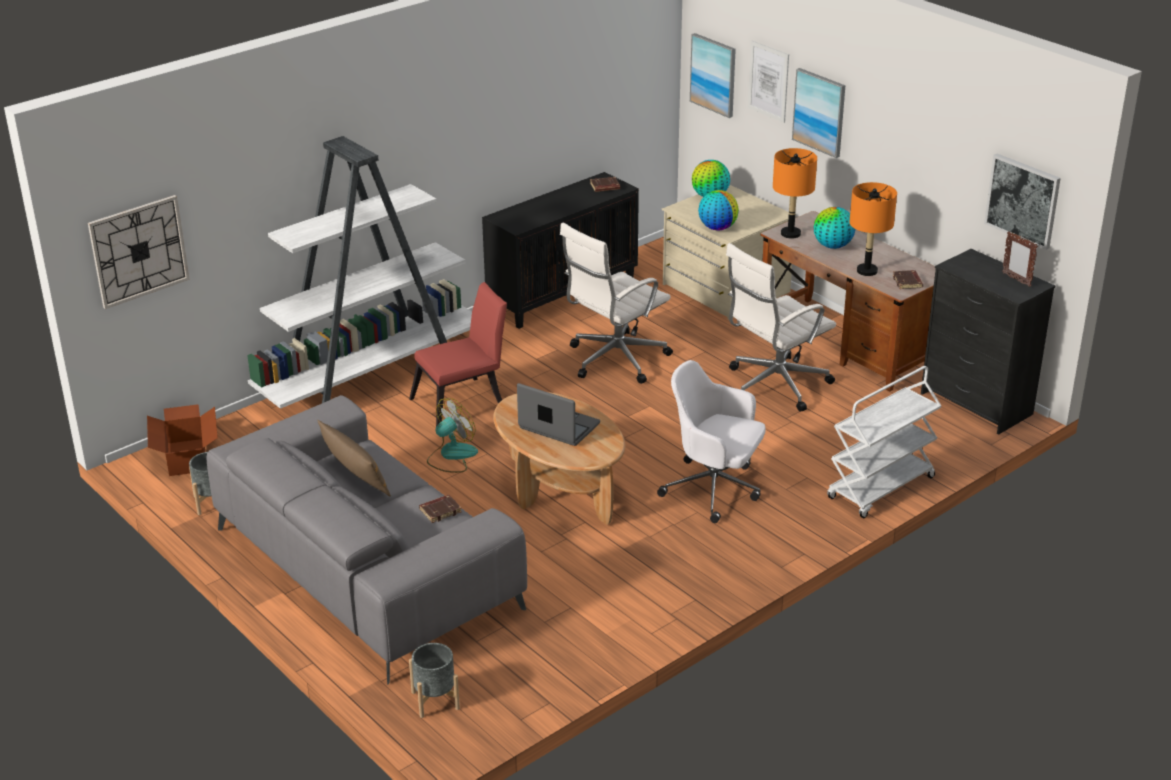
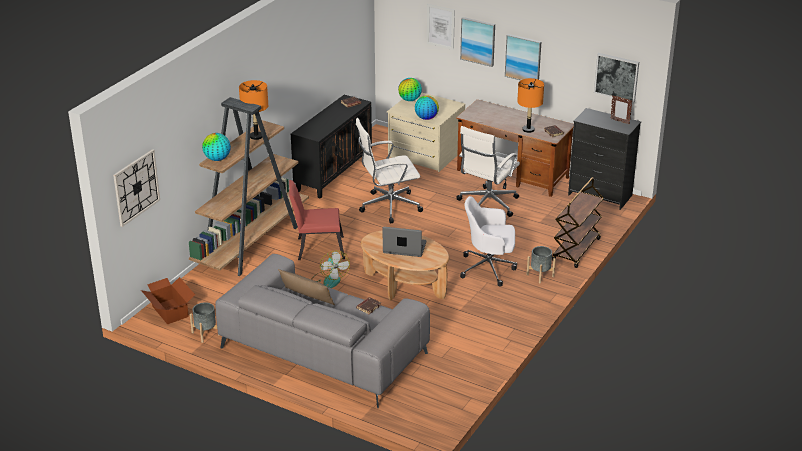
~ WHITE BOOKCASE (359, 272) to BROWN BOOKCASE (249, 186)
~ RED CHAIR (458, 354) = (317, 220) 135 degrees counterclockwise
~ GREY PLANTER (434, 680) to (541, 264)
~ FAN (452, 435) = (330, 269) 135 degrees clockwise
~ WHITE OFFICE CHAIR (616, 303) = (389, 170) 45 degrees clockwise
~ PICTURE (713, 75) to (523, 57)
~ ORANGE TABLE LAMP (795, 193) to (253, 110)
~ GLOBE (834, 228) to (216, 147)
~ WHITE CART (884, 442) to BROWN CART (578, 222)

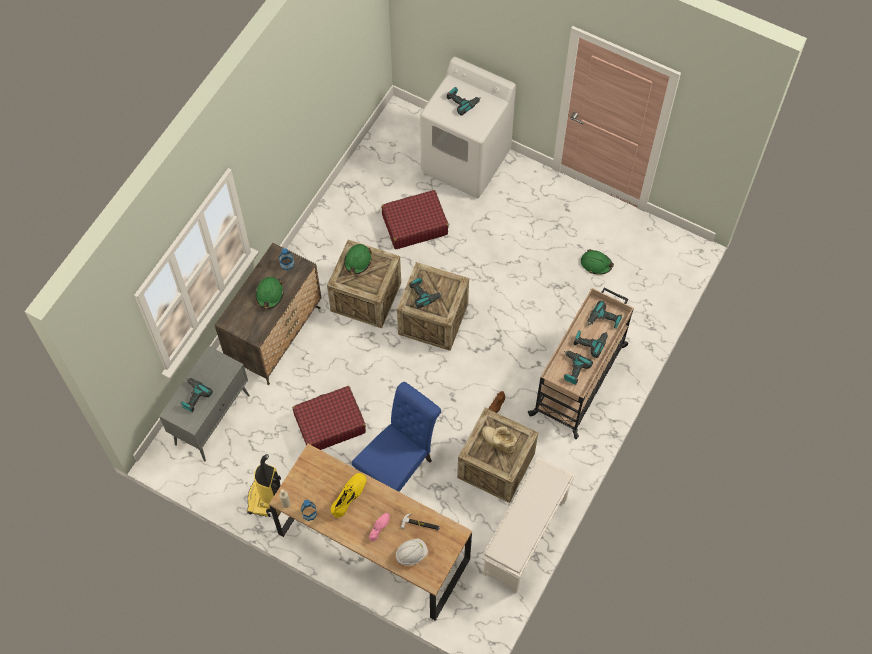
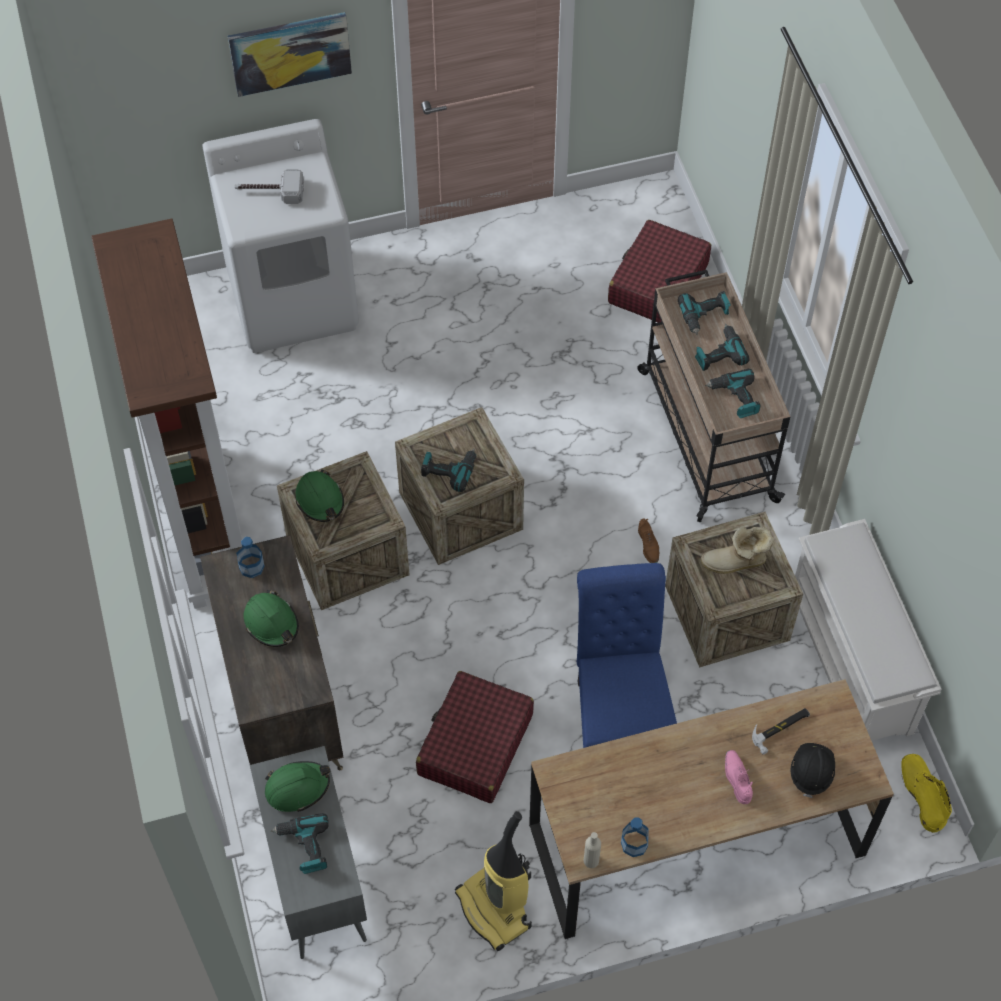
~ YELLOW BOOT (349, 495) to (926, 793)
~ RED SUITCASE (415, 219) to (659, 271)
~ WHITE HARD HAT (412, 552) to BLACK HARD HAT (812, 770)
~ POWER DRILL (464, 101) to HAMMER (269, 186)
~ GREEN HARD HAT (597, 262) to (297, 786)
+ BROWN BOOKCASE (166, 414)
+ PICTURE (290, 54)

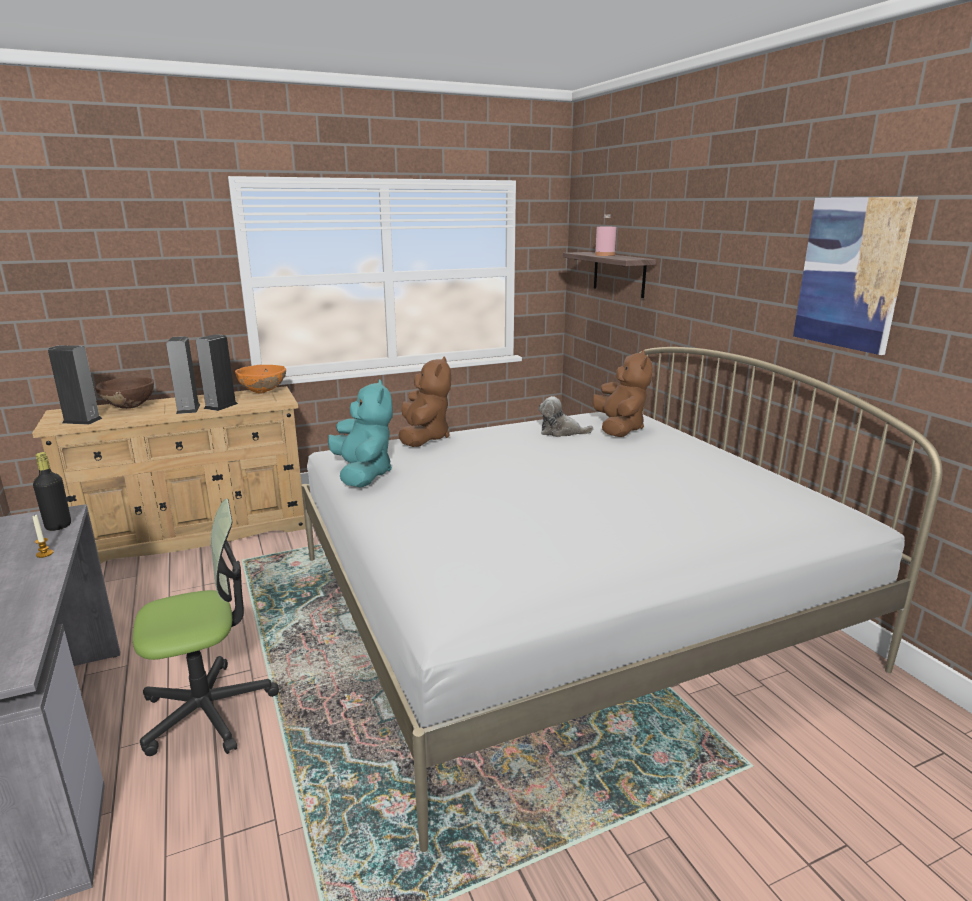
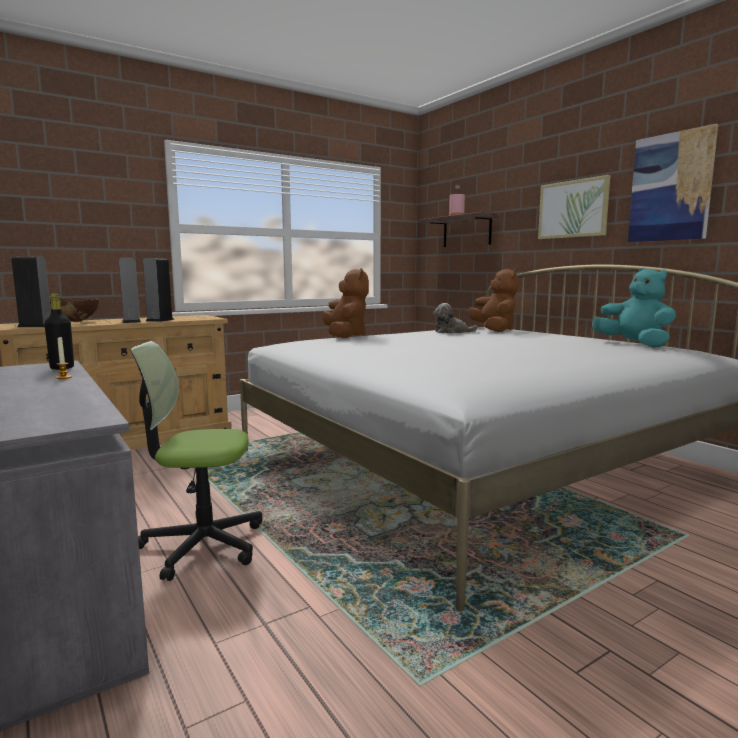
~ OFFICE CHAIR (206, 627) = (196, 461) 150 degrees counterclockwise
- ORANGE BOWL (260, 379)
~ TURQUOISE PLUSH TOY (360, 433) to (634, 308)
+ PICTURE (574, 207)

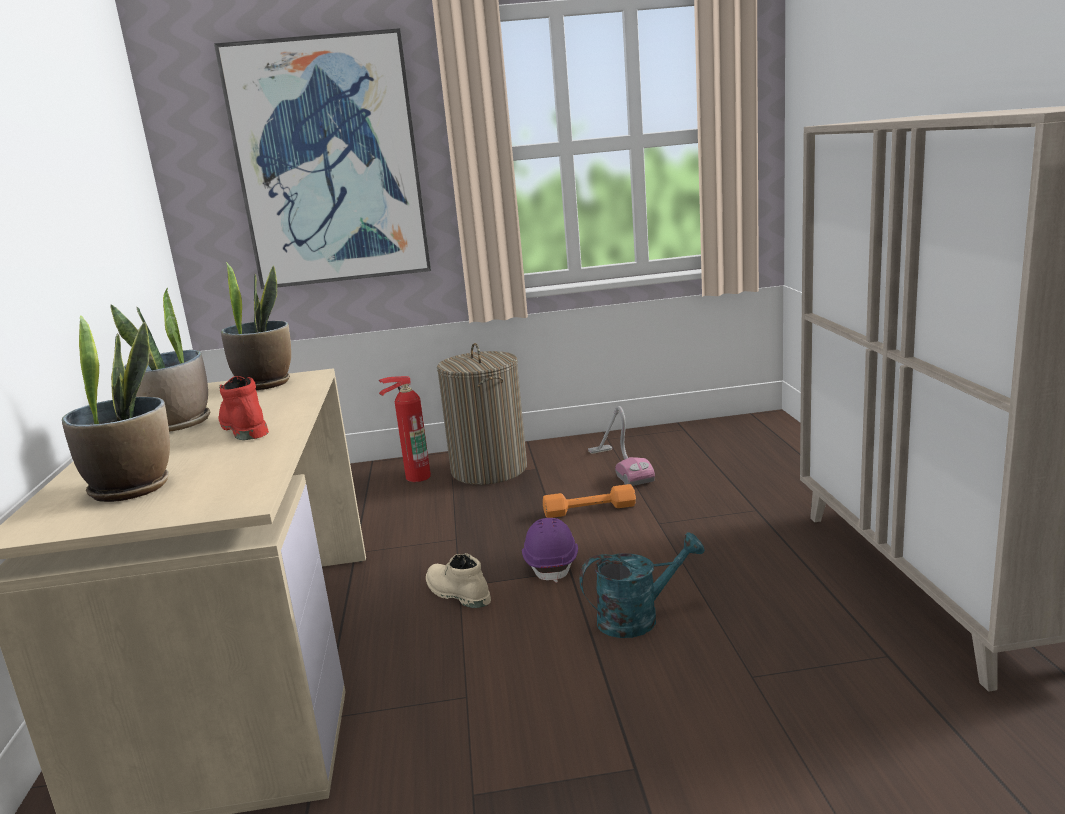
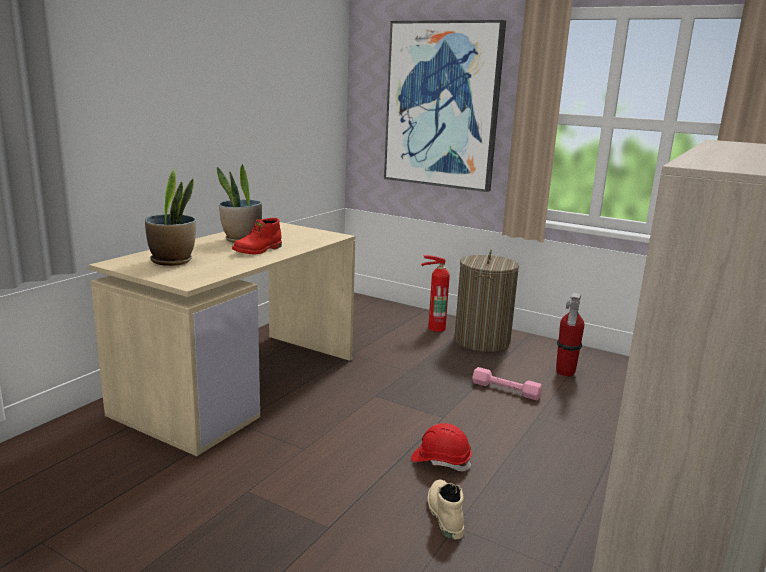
~ RED BOOT (244, 408) = (257, 236) 150 degrees counterclockwise
- POTTED PLANT (256, 326)
~ BEIGE BOOT (458, 580) to (446, 510)
- PURPLE HARD HAT (550, 550)
~ ORANGE DUMBBELL (589, 501) to PINK DUMBBELL (507, 383)
~ TURQUOISE WATERING CAN (642, 585) to RED HARD HAT (441, 447)
~ VACUUM CLEANER (621, 446) to FIRE EXTINGUISHER (570, 335)

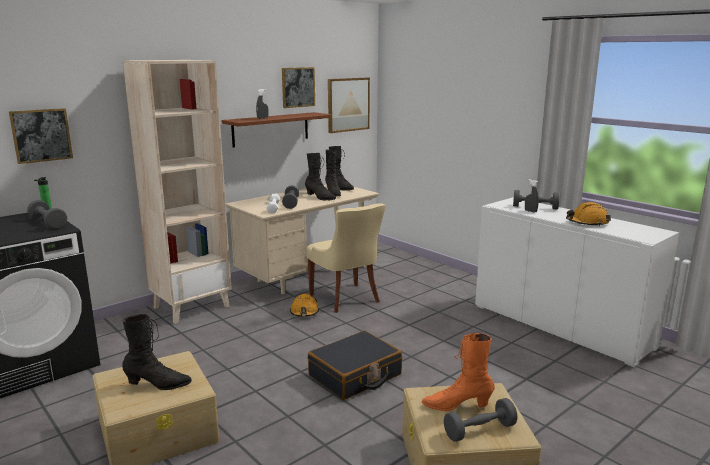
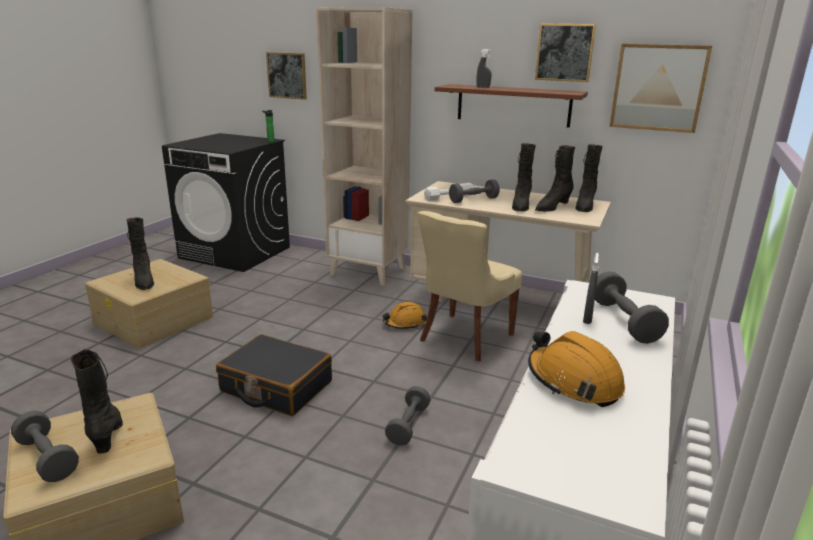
~ GREY DUMBBELL (47, 214) to (408, 416)
~ ORANGE BOOT (458, 372) to BLACK BOOT (97, 401)

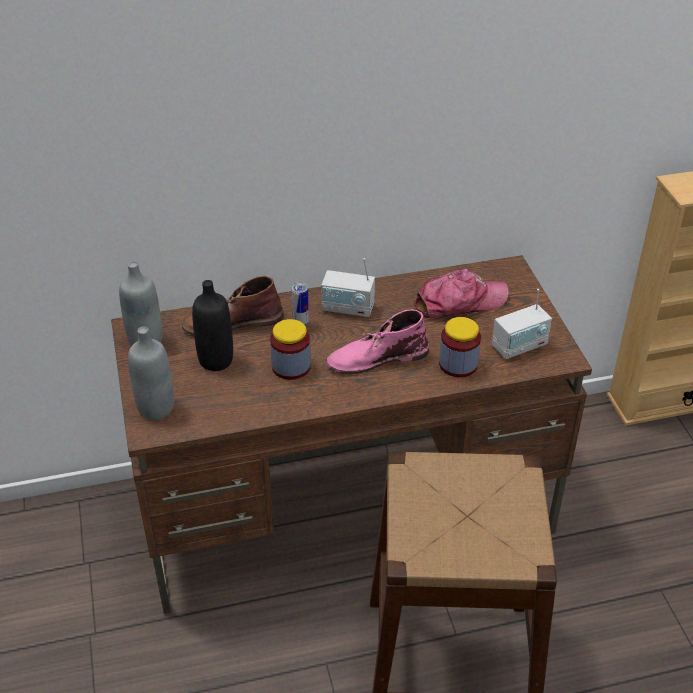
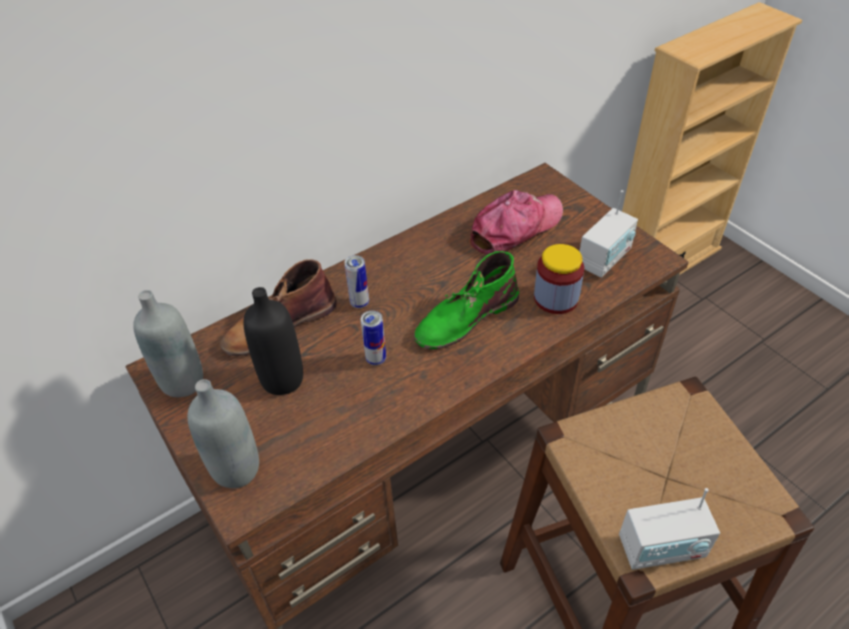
~ JAR (290, 349) to CAN (373, 338)
~ RADIO (348, 288) to (669, 529)
~ PINK BOOT (377, 341) to GREEN BOOT (466, 300)

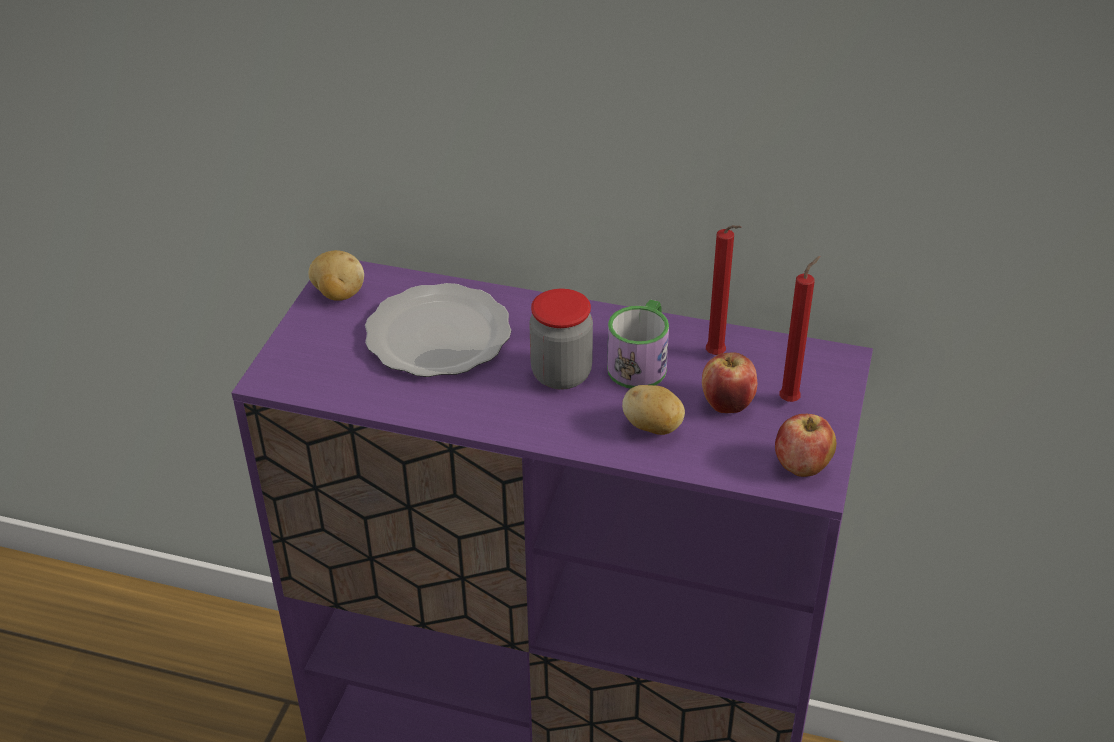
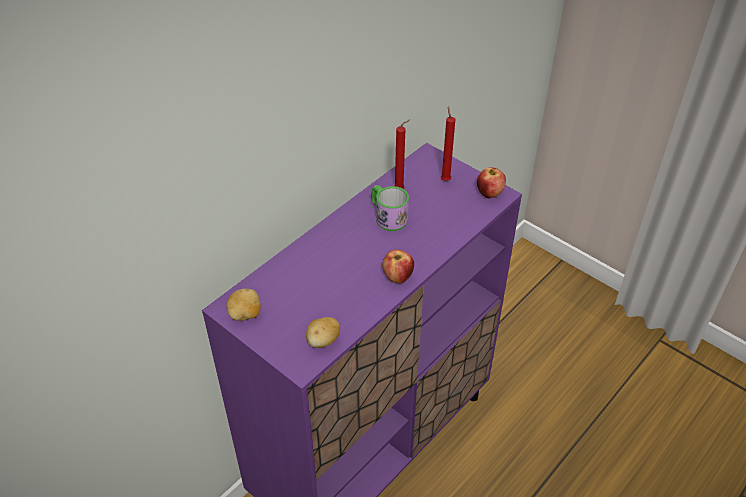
- PLATE (438, 330)
- JAR (561, 339)
~ POTATO (653, 410) to (323, 332)
~ APPLE (729, 382) to (398, 266)

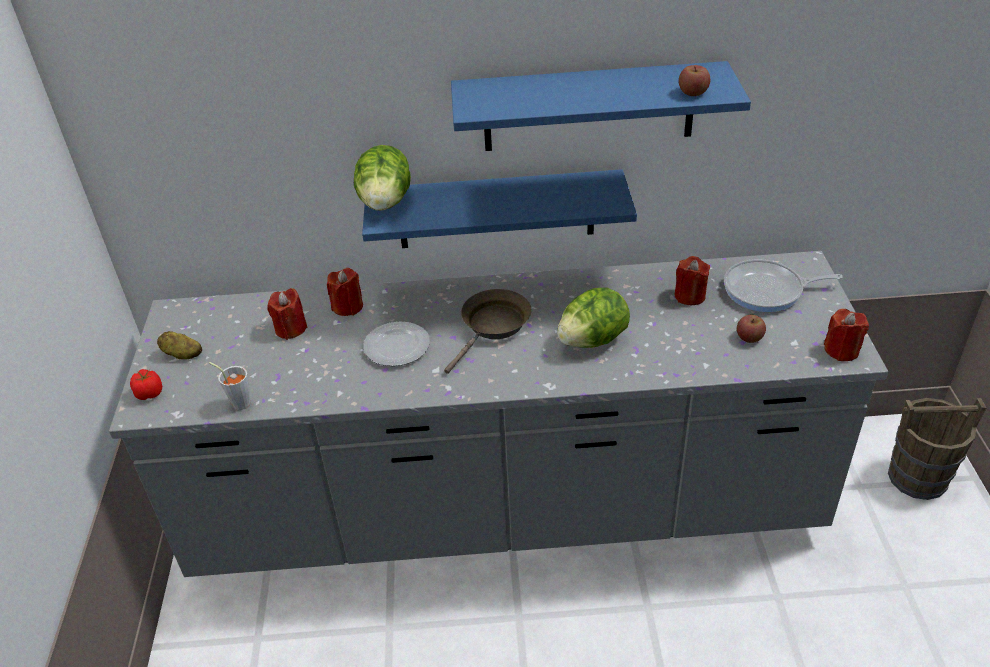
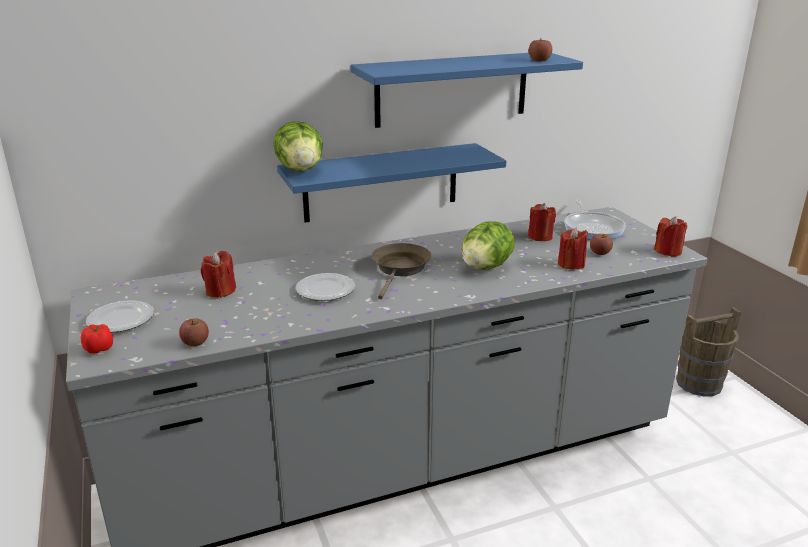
~ POTATO (179, 345) to PLATE (120, 316)
~ GREY CUP (229, 386) to APPLE (194, 332)
~ RED CANDLE (345, 292) to (573, 249)
~ FRYING PAN (783, 285) = (595, 220) 75 degrees counterclockwise

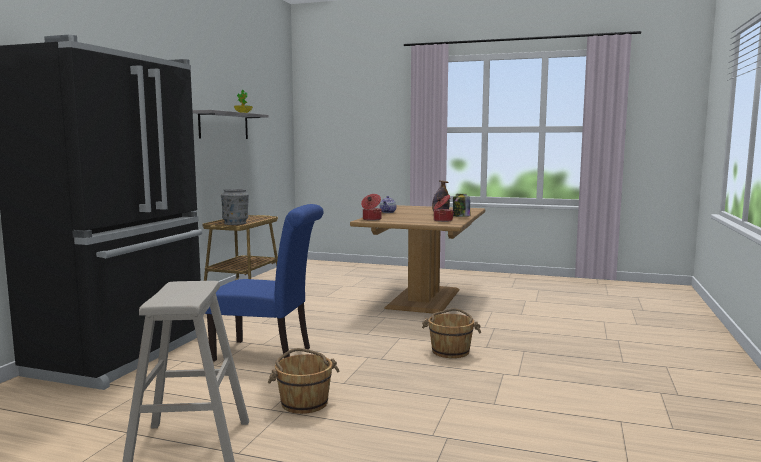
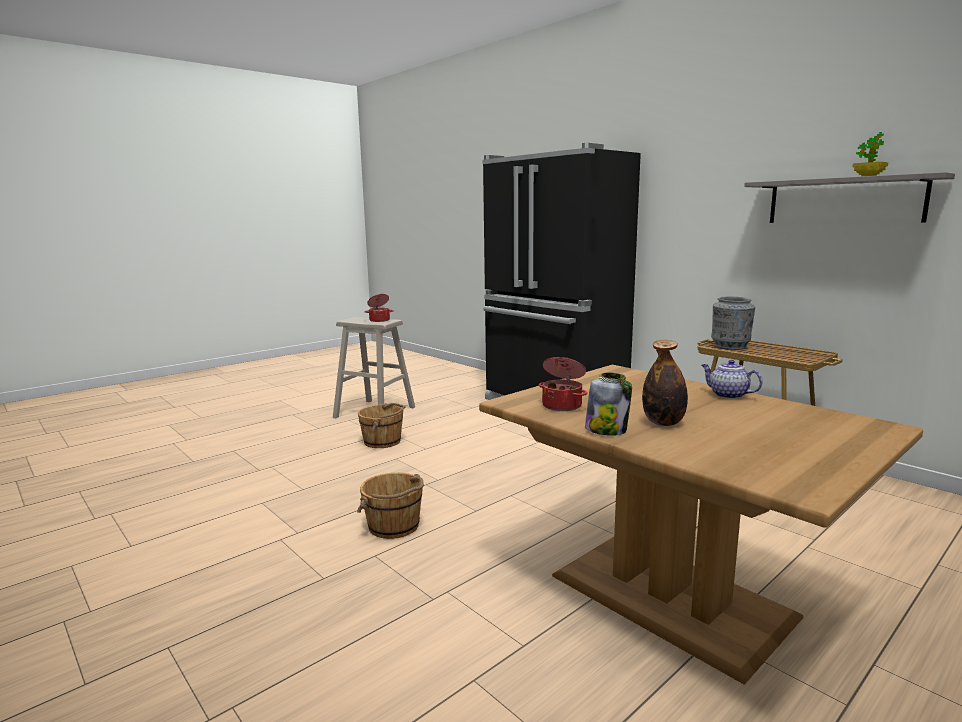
- BLUE CHAIR (264, 283)
~ COOKING POT (371, 207) to (379, 308)

